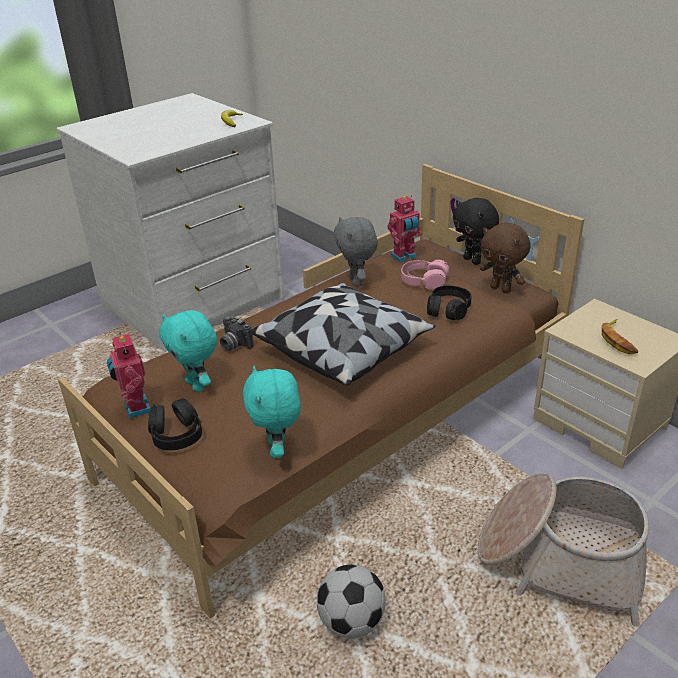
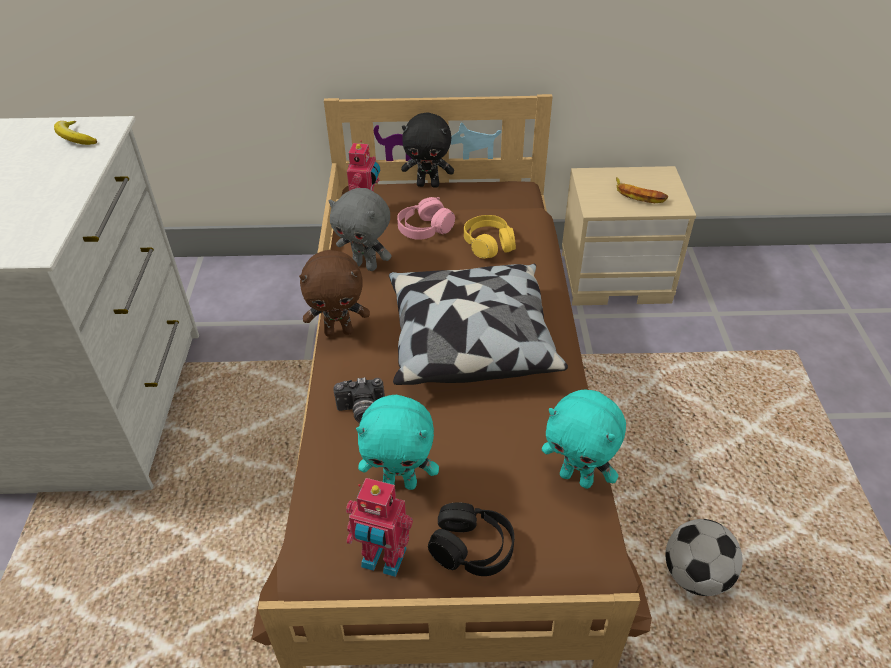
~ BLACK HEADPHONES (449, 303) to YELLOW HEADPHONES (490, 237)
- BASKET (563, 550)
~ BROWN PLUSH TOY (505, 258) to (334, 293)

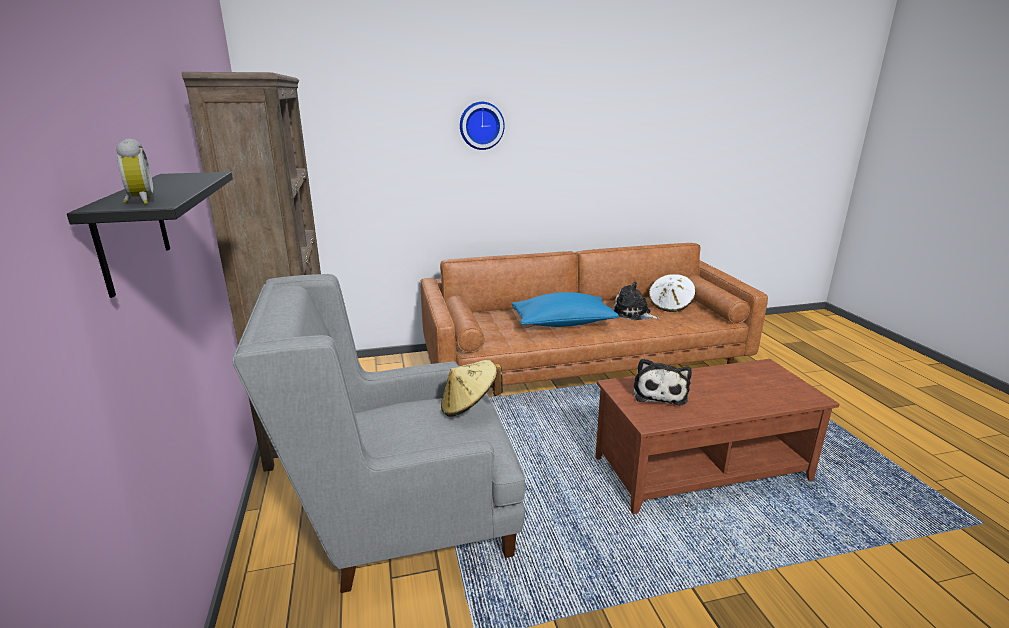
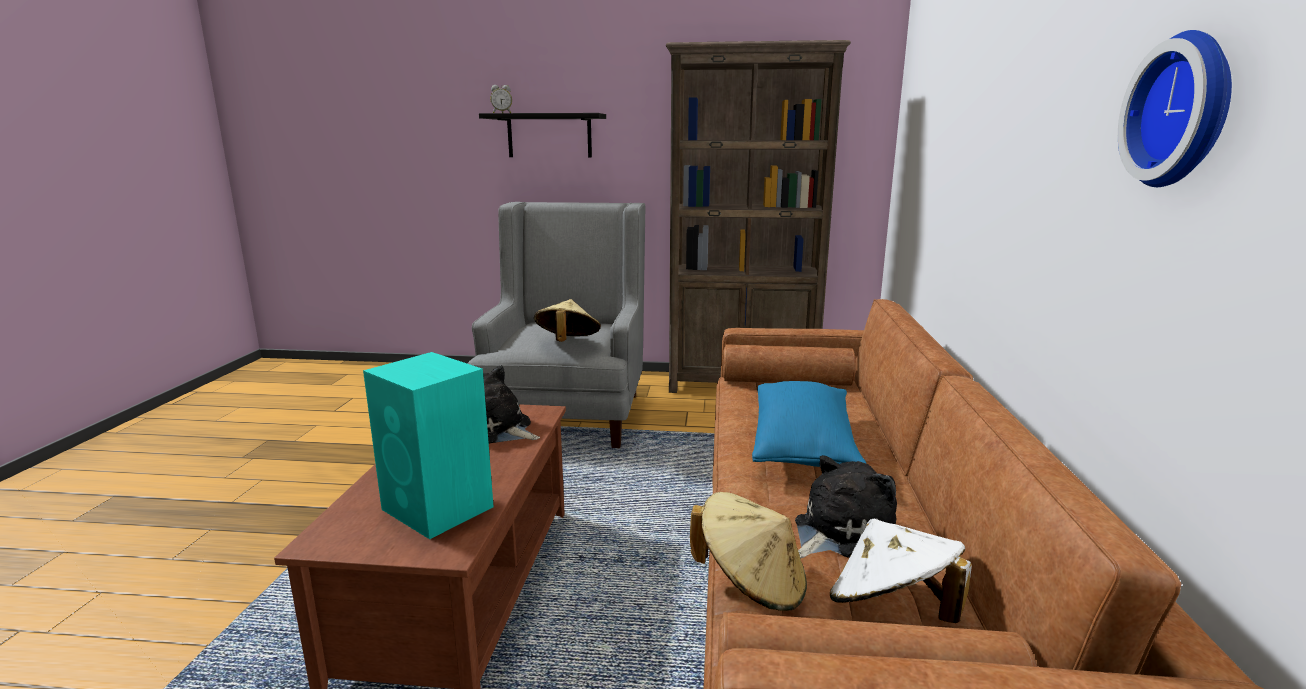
~ WALL CLOCK (482, 126) to (1175, 108)
+ TURQUOISE SPEAKER (428, 445)
+ BEIGE HAT (748, 551)

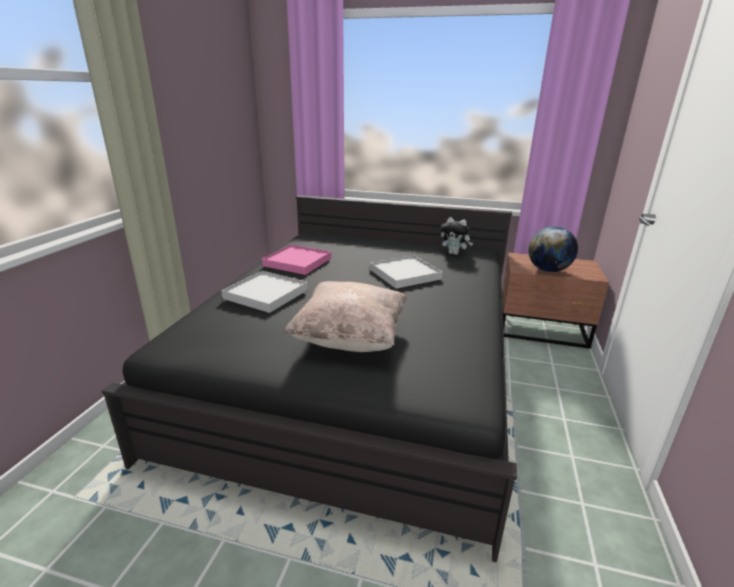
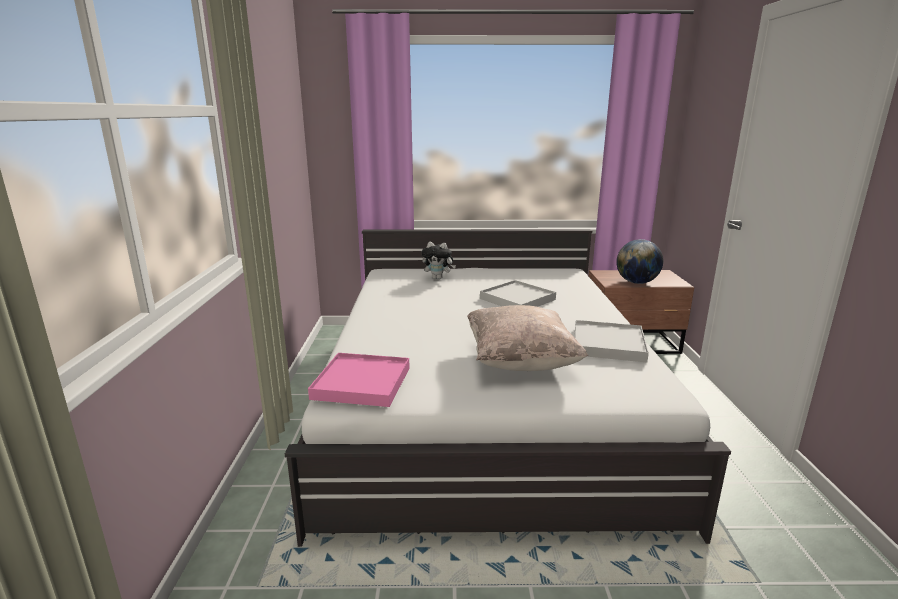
~ BLACK BED (309, 378) to WHITE BED (508, 388)
~ WHITE TRAY (264, 292) to (612, 341)
~ PINK TRAY (296, 260) to (359, 380)
~ PLUSH TOY (457, 236) to (438, 261)

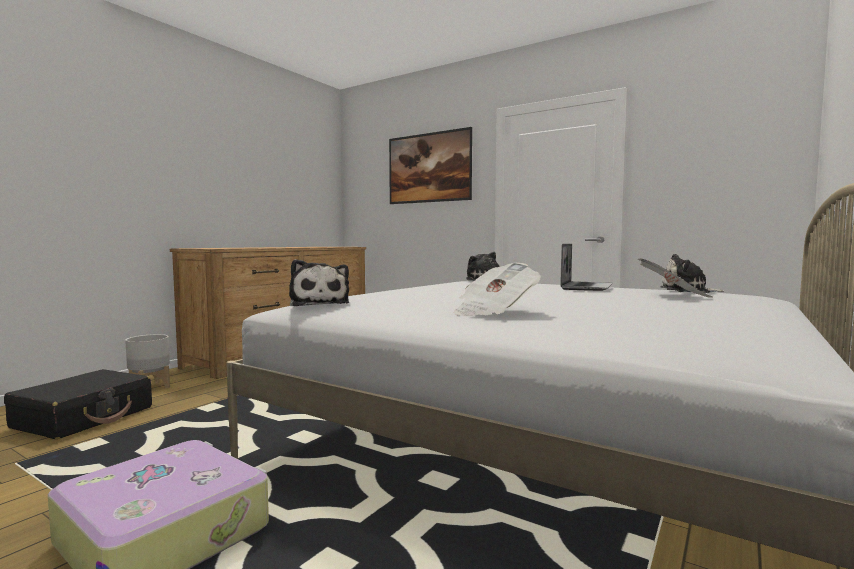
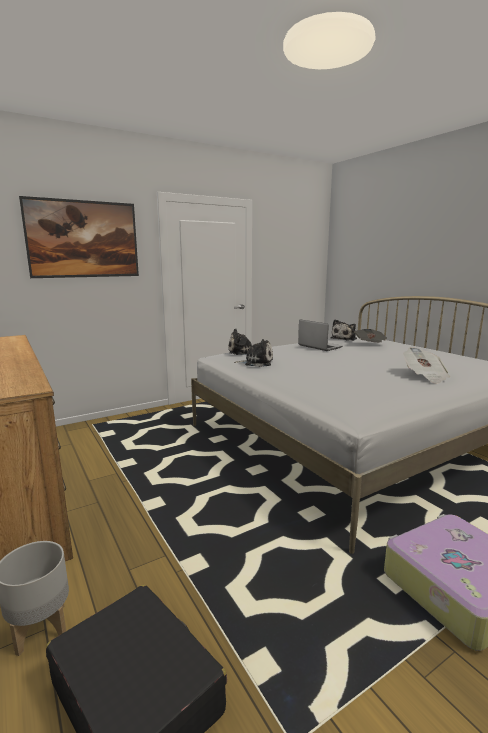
~ PLUSH TOY (319, 282) to (253, 353)

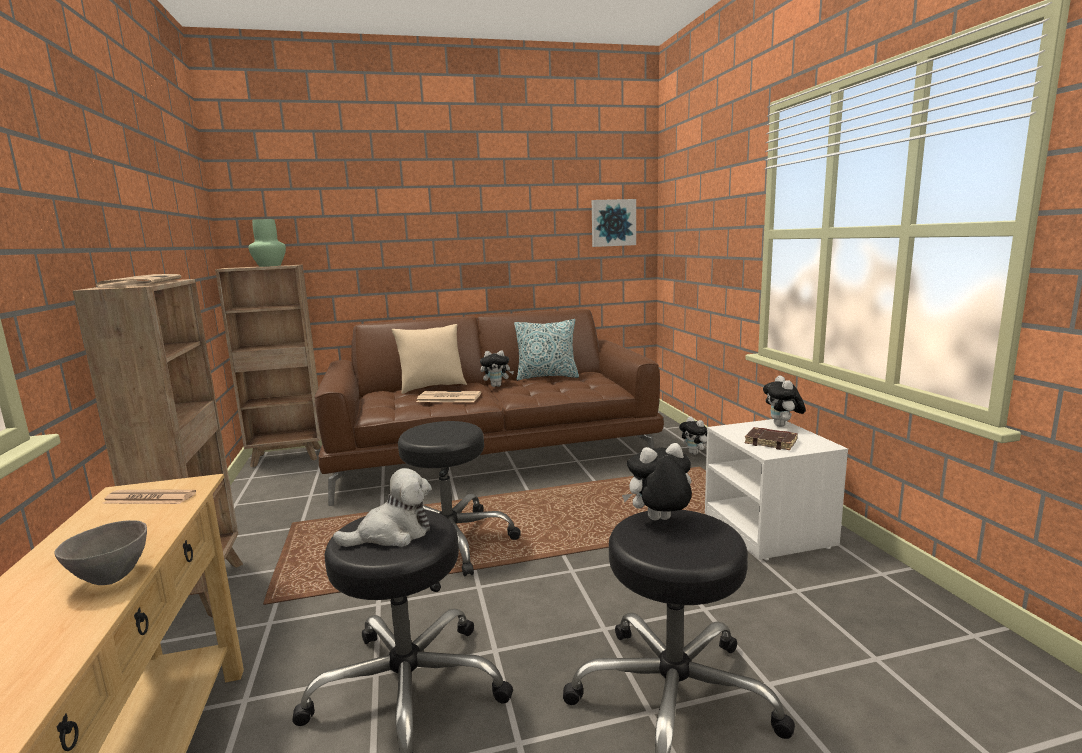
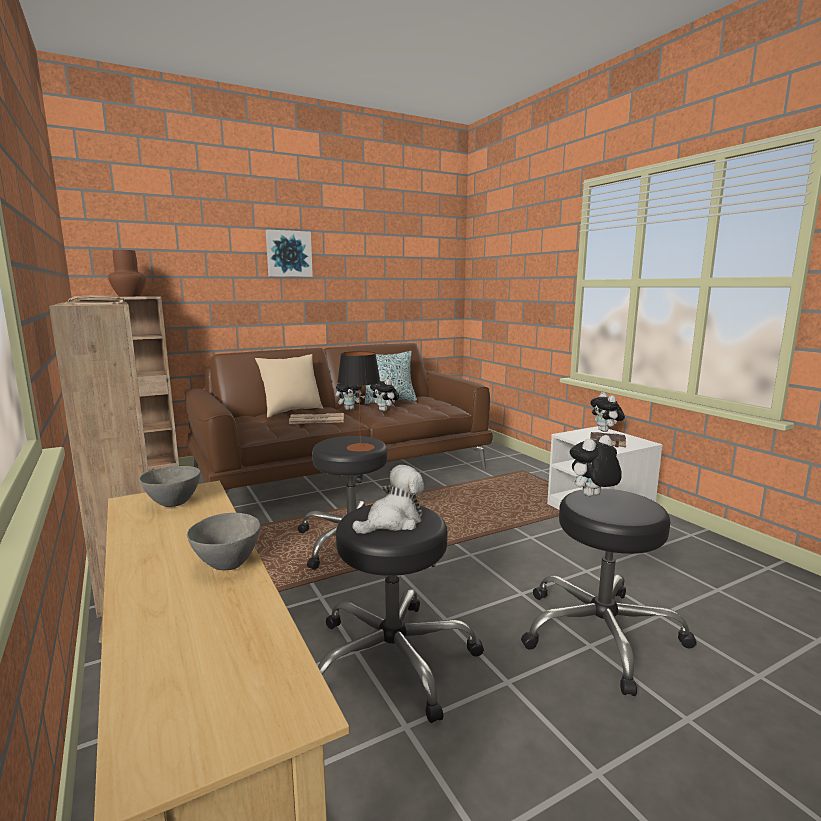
~ NEWSPAPER (149, 497) to GREY BOWL (170, 486)
~ GREEN VASE (267, 243) to BROWN VASE (127, 273)
~ PICTURE (614, 223) to (289, 253)
~ PLUSH TOY (693, 435) to (384, 394)
+ TABLE LAMP (359, 401)

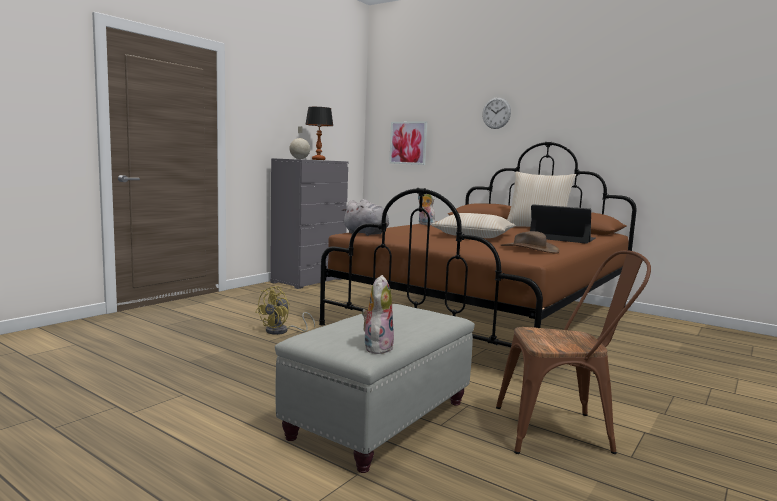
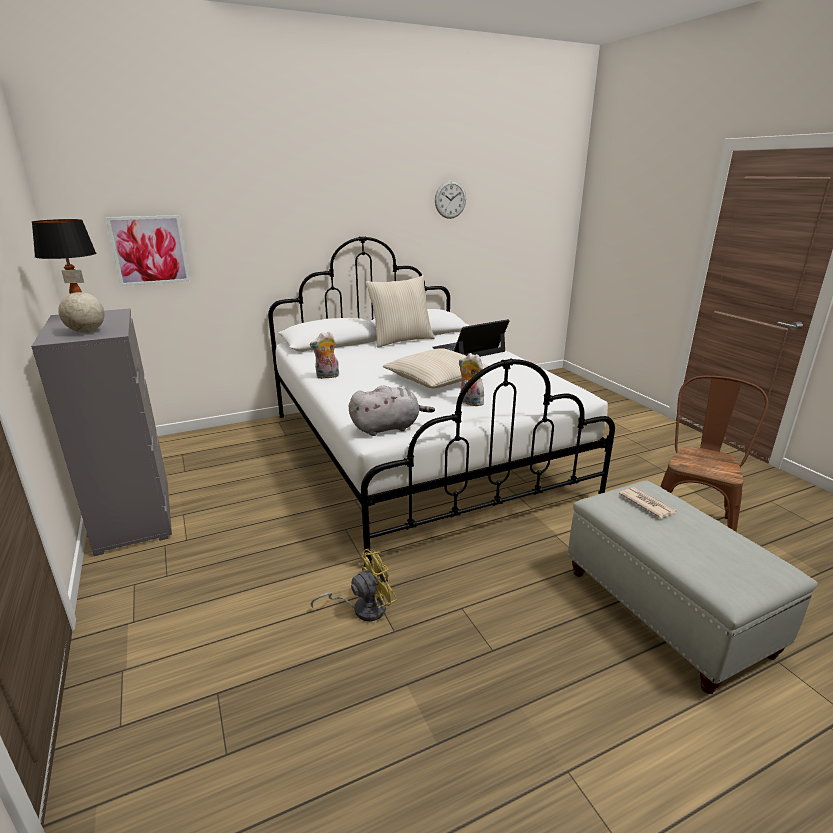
~ YELLOW FAN (285, 310) = (354, 585) 90 degrees counterclockwise
~ BROWN BED (477, 244) to WHITE BED (441, 401)
~ PLUSH TOY (378, 314) to (471, 379)
~ WALL CLOCK (496, 113) to (450, 200)
- BROWN HAT (530, 242)
+ NEWSPAPER (648, 502)

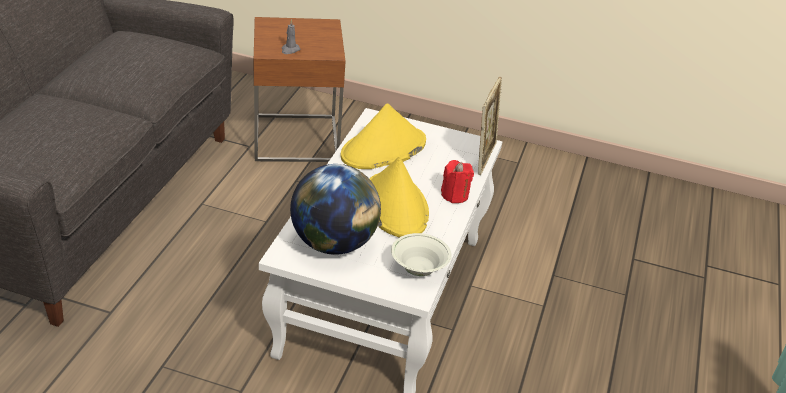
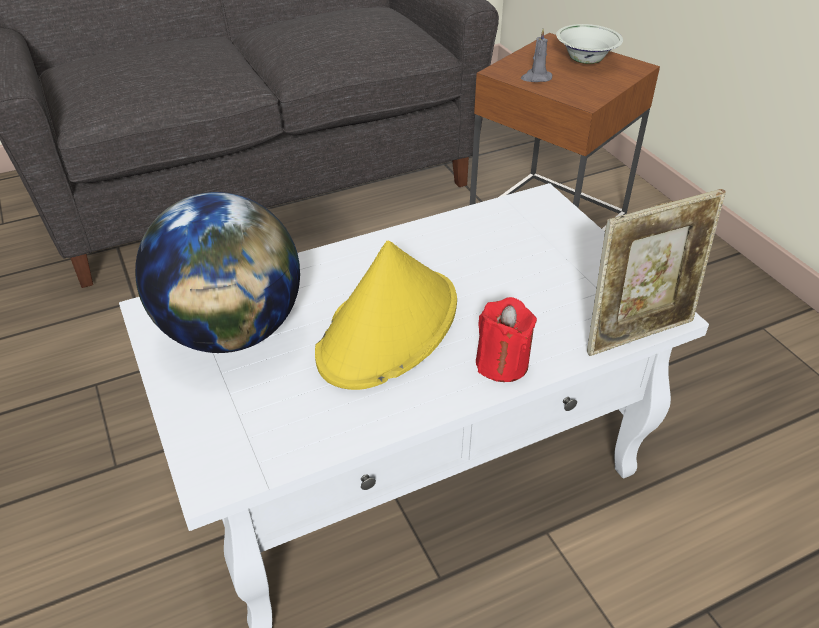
- YELLOW HAT (383, 136)
~ WHITE BOWL (421, 254) to (589, 44)

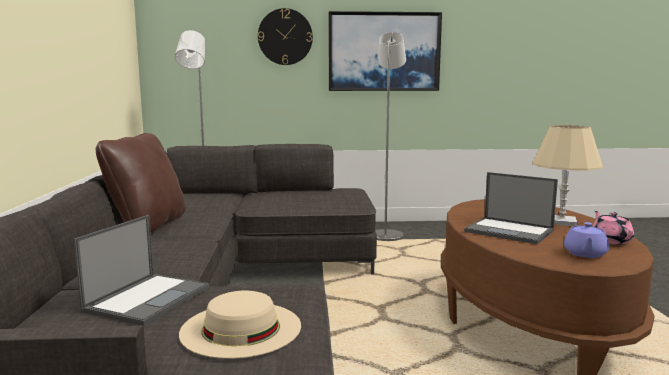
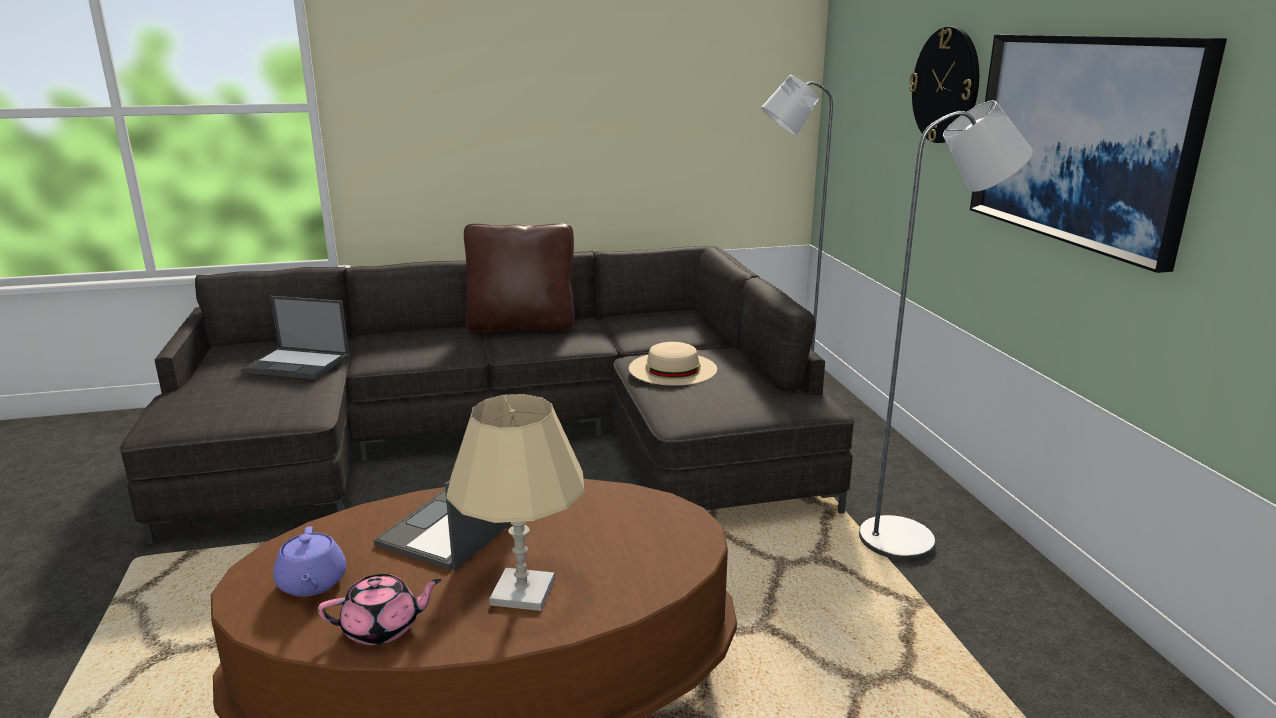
~ BEIGE HAT (240, 325) to (673, 364)
~ PURPLE TEAPOT (586, 240) = (309, 561) 120 degrees counterclockwise

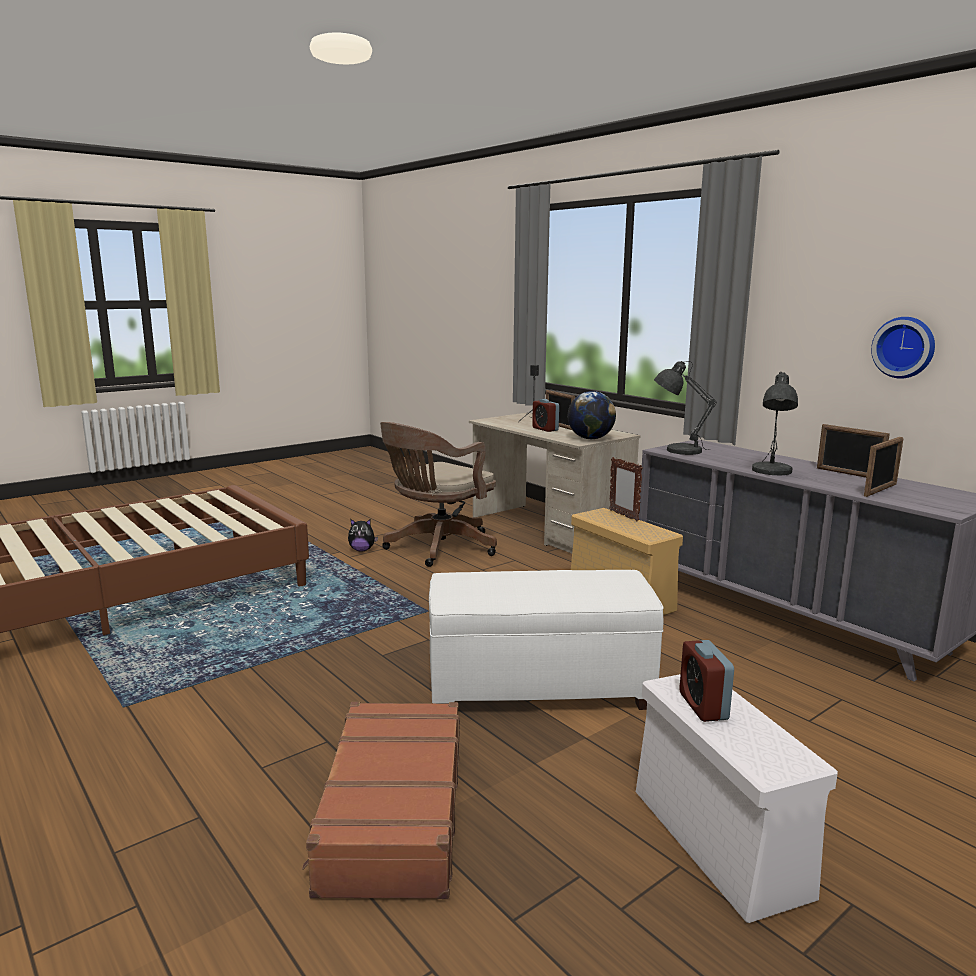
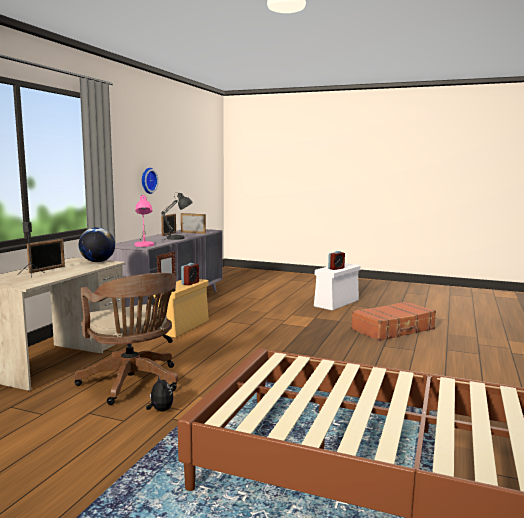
~ BROWN OFFICE CHAIR (438, 494) = (126, 339) 45 degrees clockwise
- WHITE OTTOMAN (546, 640)
~ ALARM CLOCK (545, 415) to (190, 274)
~ GREY TABLE LAMP (685, 408) to PINK TABLE LAMP (144, 221)

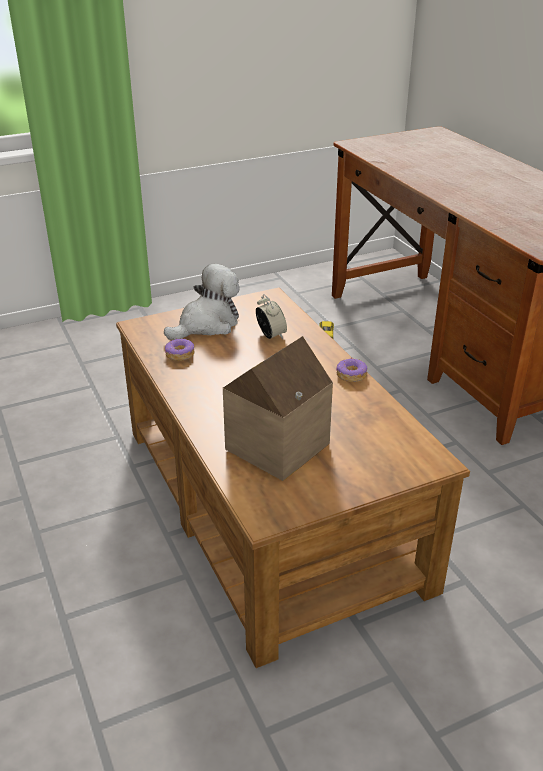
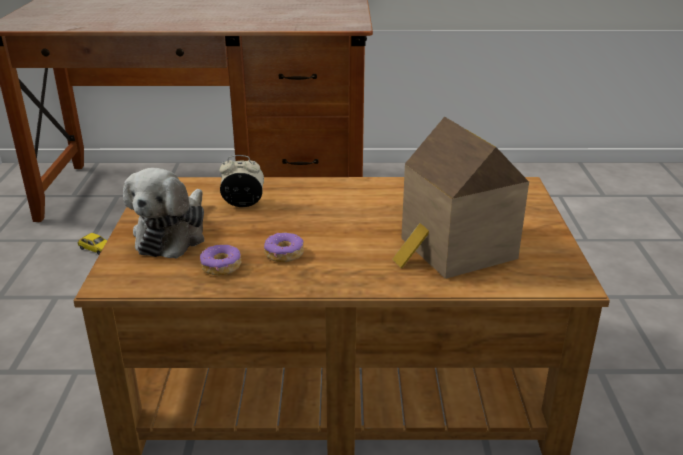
~ PLUSH TOY (202, 302) = (163, 213) 150 degrees counterclockwise
~ DONUT (352, 370) to (284, 247)

